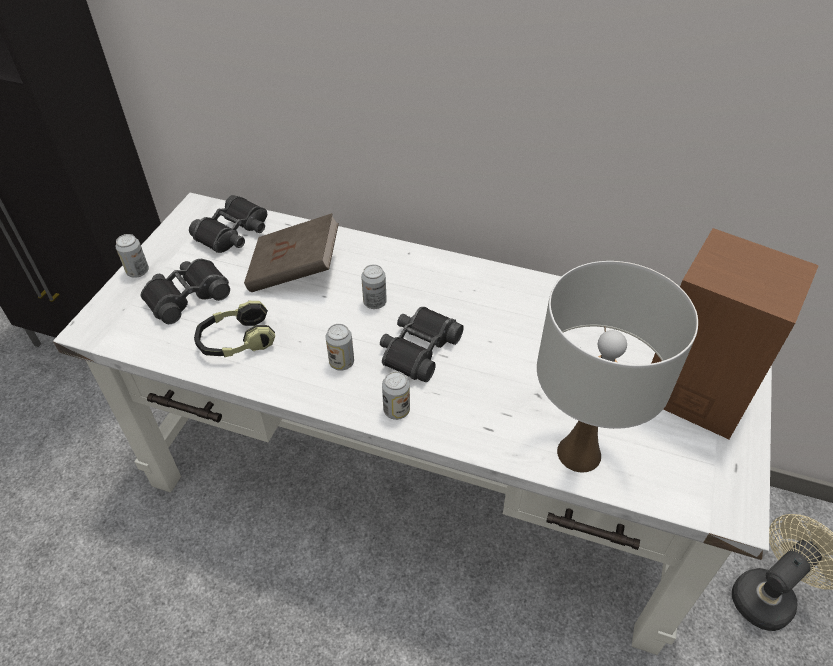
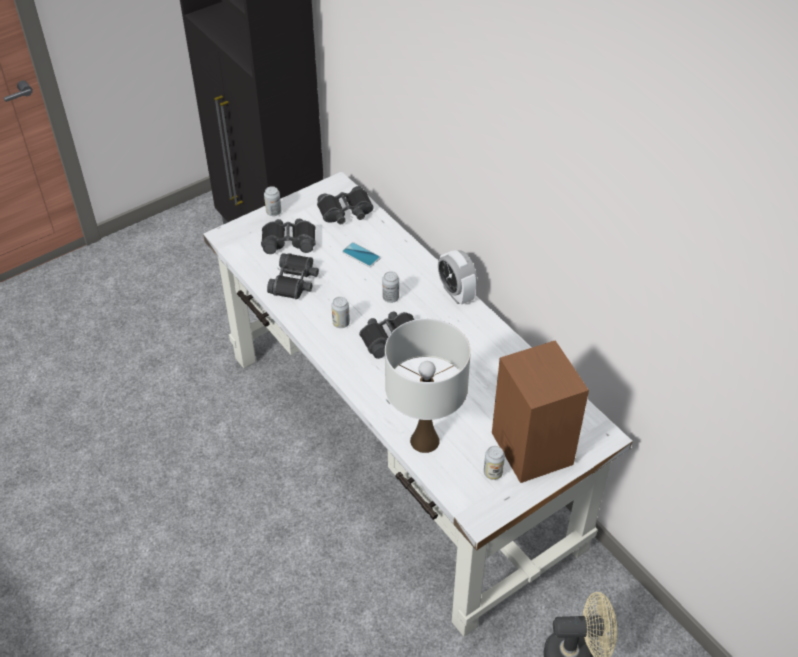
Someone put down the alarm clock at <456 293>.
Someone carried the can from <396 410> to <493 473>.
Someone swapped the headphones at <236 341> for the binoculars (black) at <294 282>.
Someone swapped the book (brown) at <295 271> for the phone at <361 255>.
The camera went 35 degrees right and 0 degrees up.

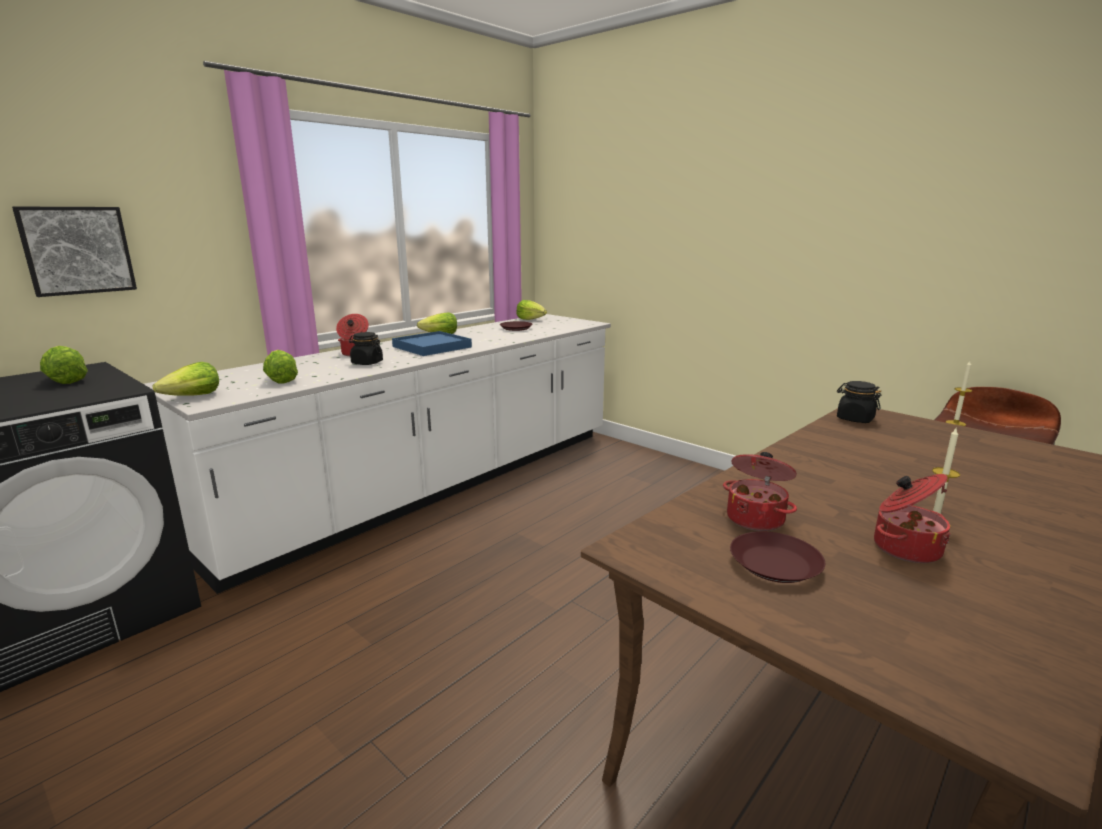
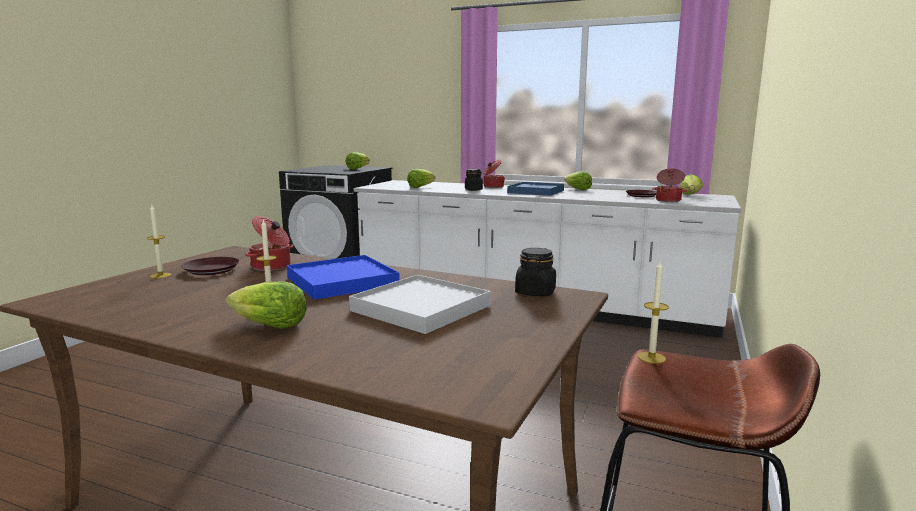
Someone took away the picture at <77 250>.
Someone put down the candle at <160 275>.
Someone put down the tray (blue) at <342 281>.
Someone put down the tray (white) at <421 308>.
Someone carried the lettuce from <193 397> to <268 326>.
Someone carried the cooking pot from <904 547> to <668 200>.
The camera went 70 degrees right and 5 degrees down.

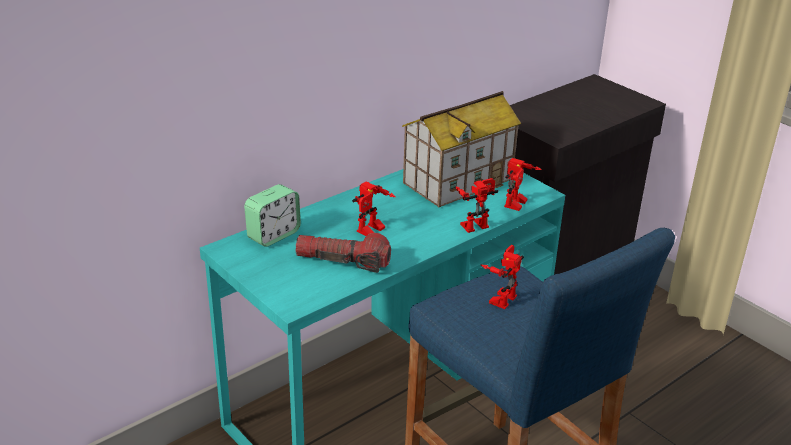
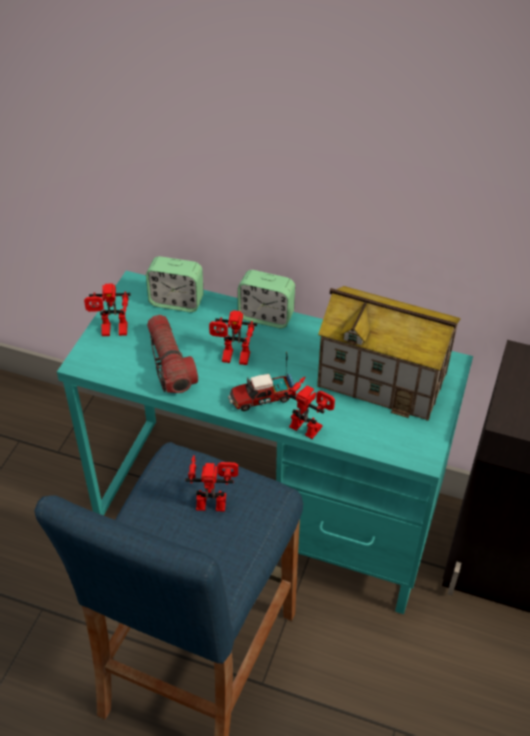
Someone put down the toy truck at <261 398>.
Someone put down the alarm clock at <266 316>.
Someone carried the toy robot from <518 205> to <112 332>.
The camera went 60 degrees right and 15 degrees up.

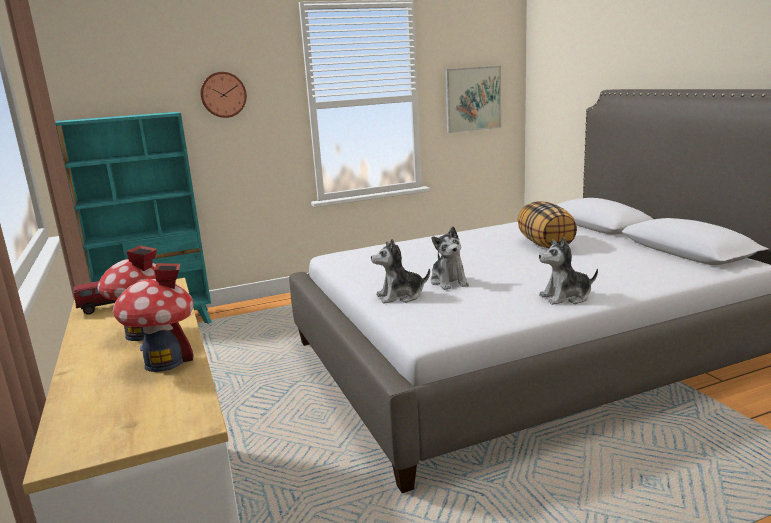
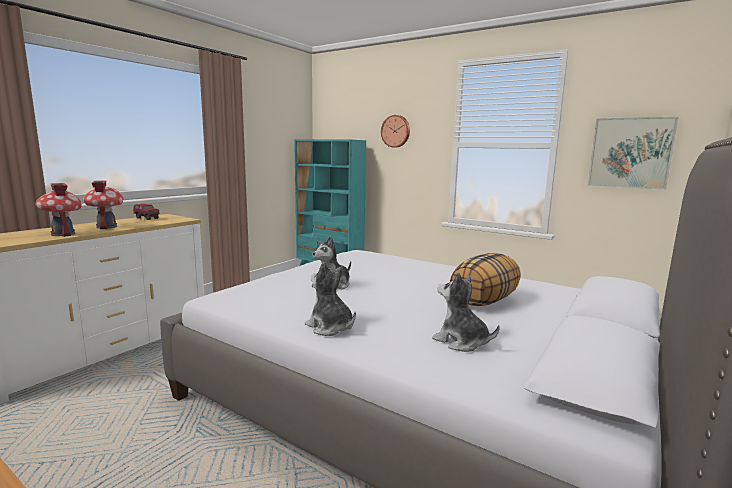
Someone carried the plush toy from <400 296> to <461 342>.
The camera went 55 degrees right and 5 degrees down.

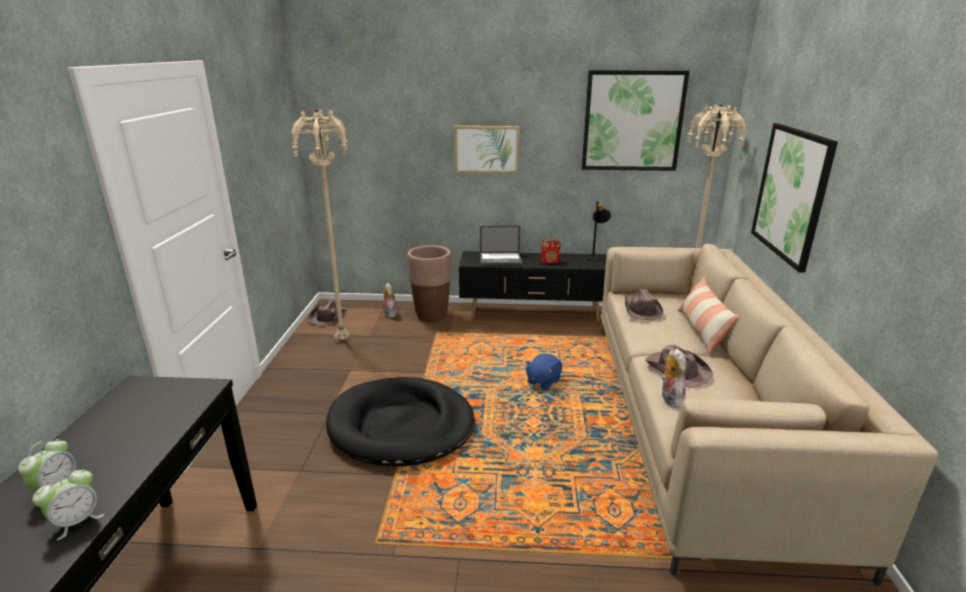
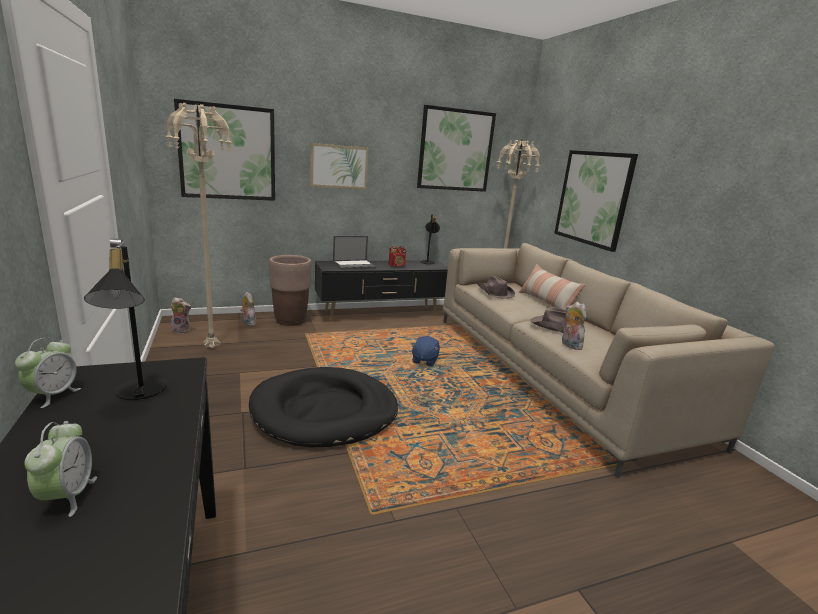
Someone put down the table lamp (black) at <136 393>.
Someone put up the picture at <227 152>.
Someone carried the alarm clock from <77 522> to <53 395>.
Someone swapped the hat (brown) at <327 317> for the plush toy at <182 330>.
The camera went 25 degrees left and 5 degrees down.

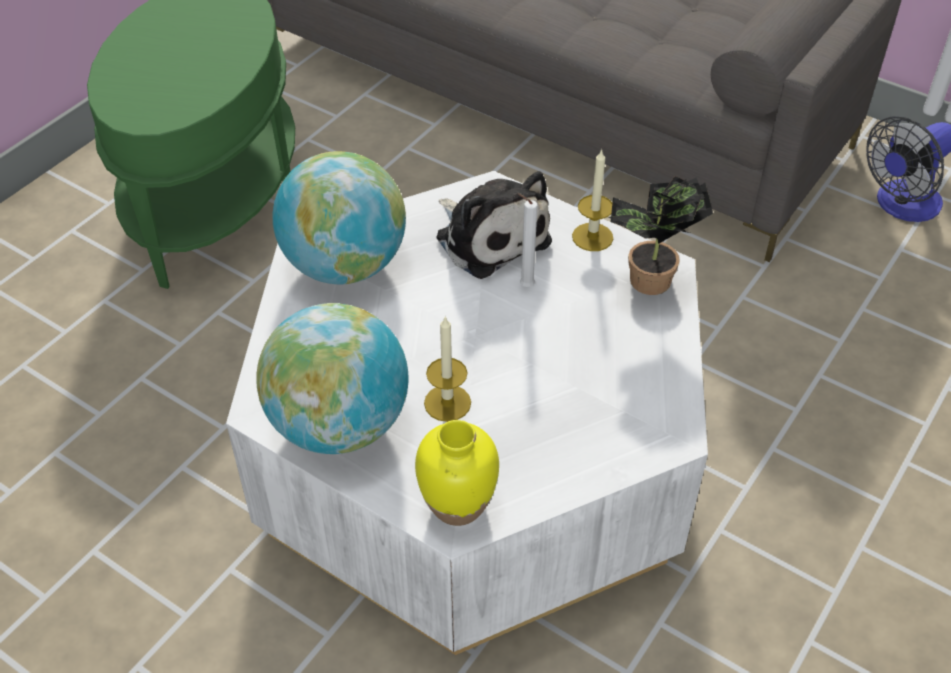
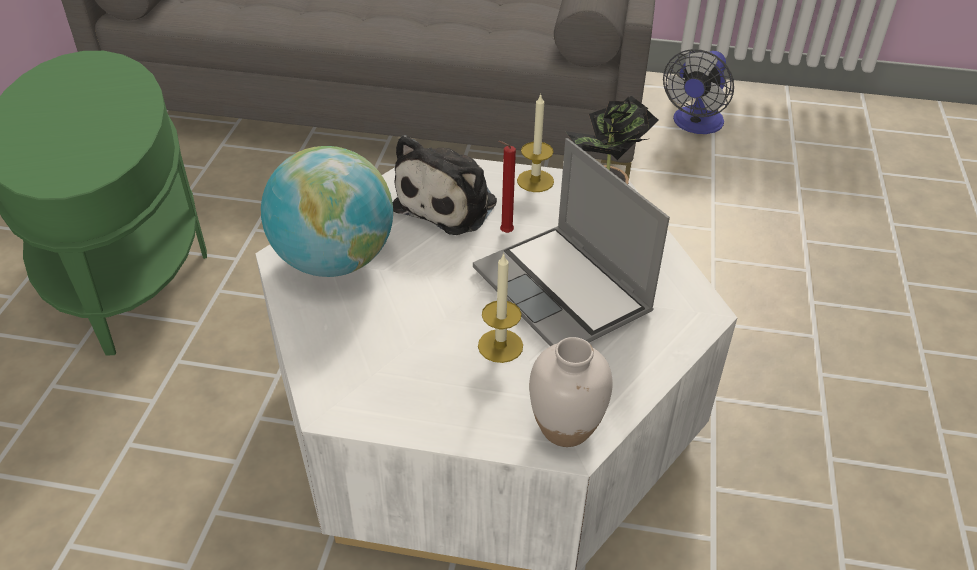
Someone took away the globe at <339 424>.
Someone put down the laptop at <564 292>.
Someone repainted the vase (yellow) at <457 505>, which became the vase (white) at <565 428>.
Someone repainted the candle (white) at <524 286>, which became the candle (red) at <504 233>.
Someone rotated the plush toy at <490 237> by 90 degrees clockwise.
The camera went 25 degrees left and 5 degrees down.

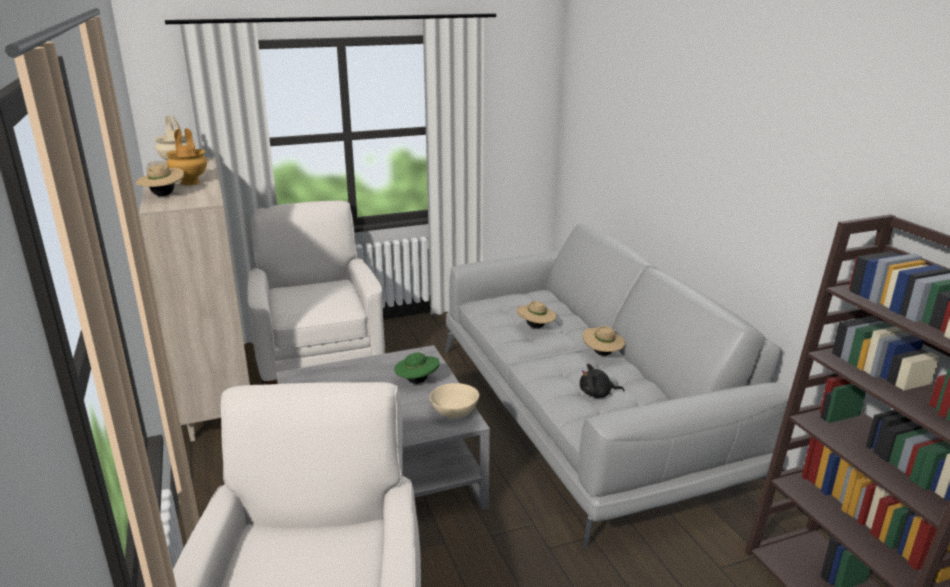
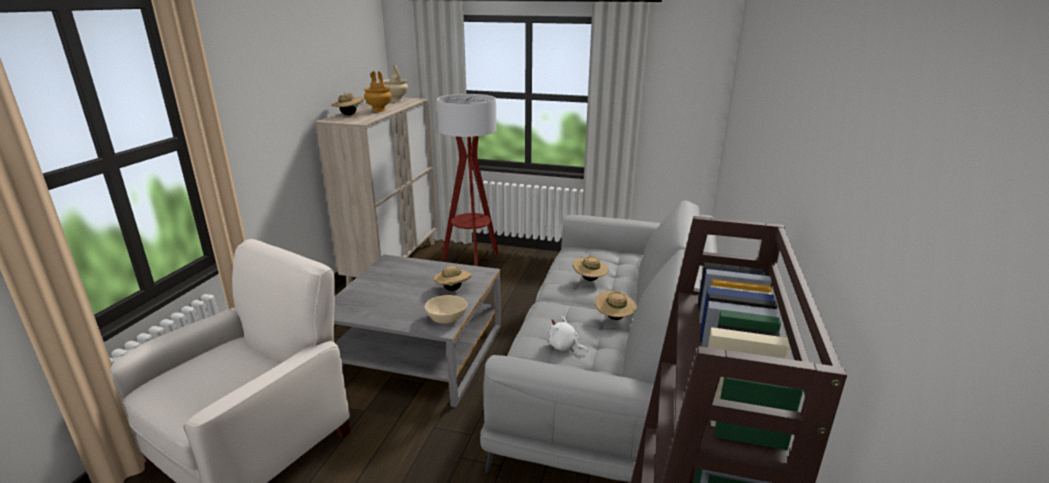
Someone swapped the armchair (white) at <319 359> for the floor lamp at <472 263>.
Someone repainted the hat (green) at <417 381>, which became the hat (beige) at <453 289>.
Someone repainted the plush toy (black) at <597 394>, which became the plush toy (white) at <564 346>.
The camera went 35 degrees right and 0 degrees up.

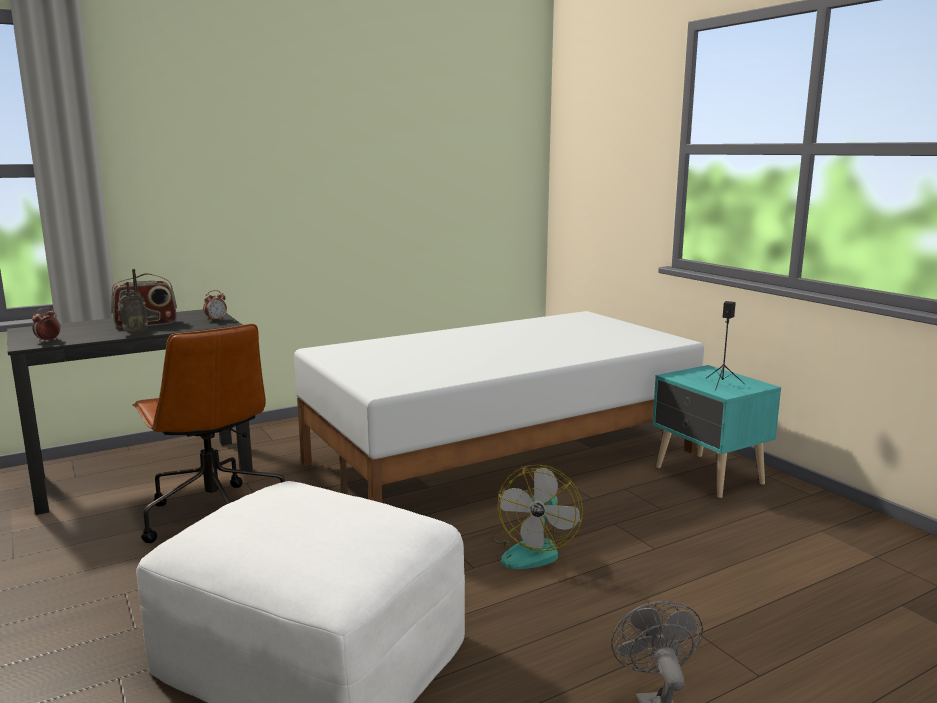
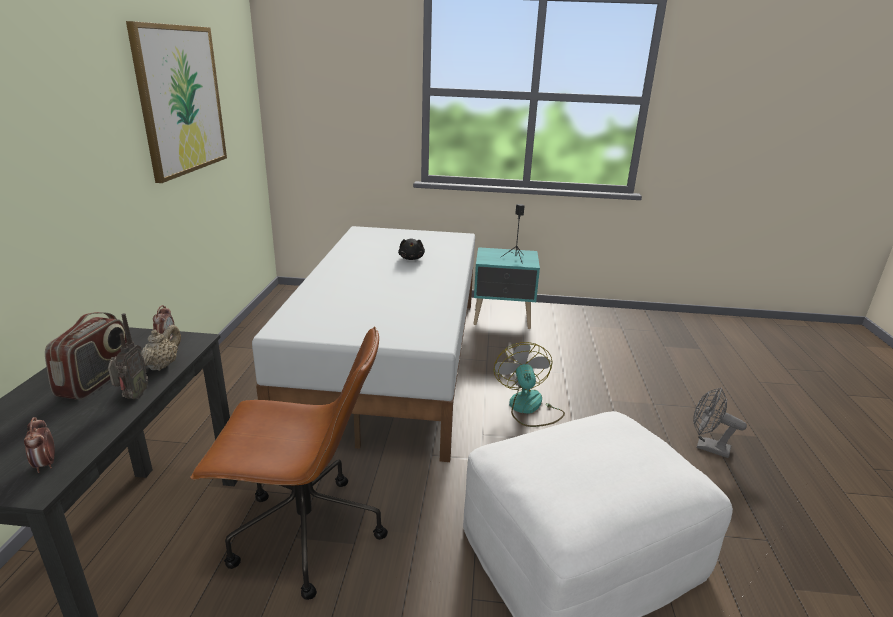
Someone put up the picture at <181 100>.
Someone put down the teapot (beige) at <162 365>.
Someone put down the plush toy (black) at <411 258>.
Someone rotated the fan at <533 550> by 150 degrees counterclockwise.
The camera went 55 degrees left and 10 degrees up.

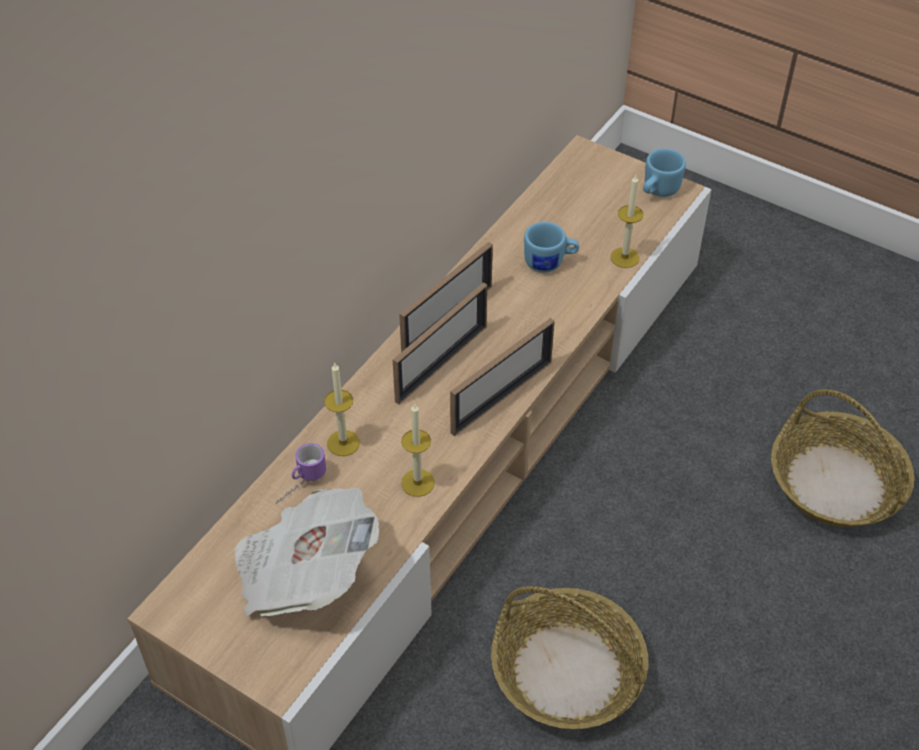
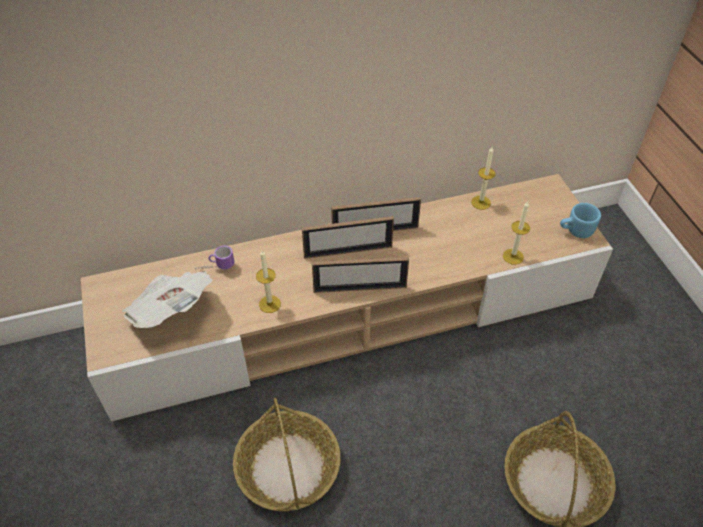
Someone took away the mug (blue) at <550 263>.
Someone carried the candle from <343 443> to <481 202>.
The camera went 40 degrees right and 0 degrees up.

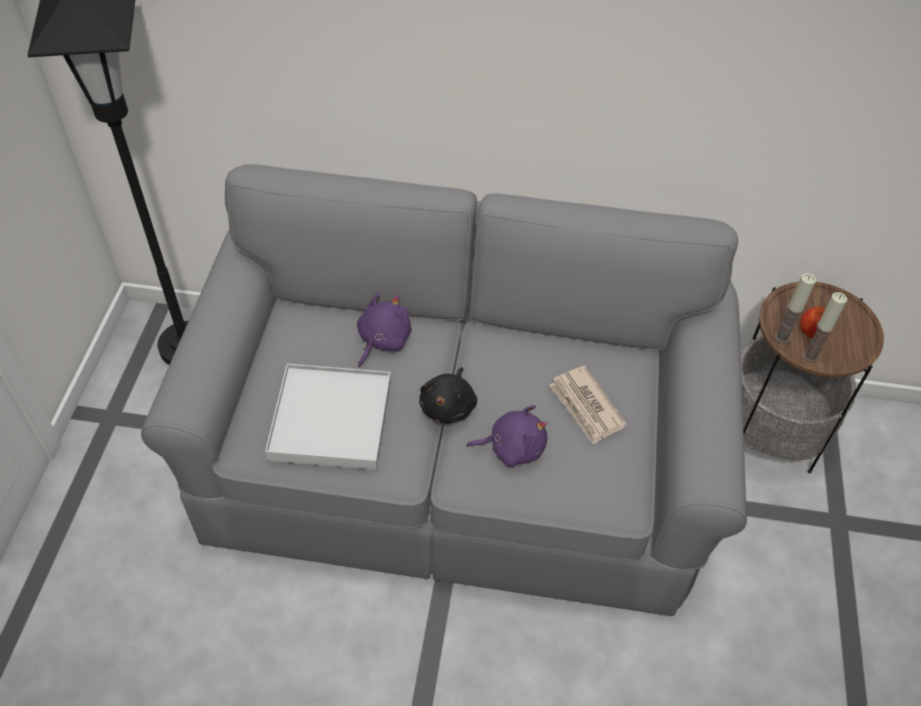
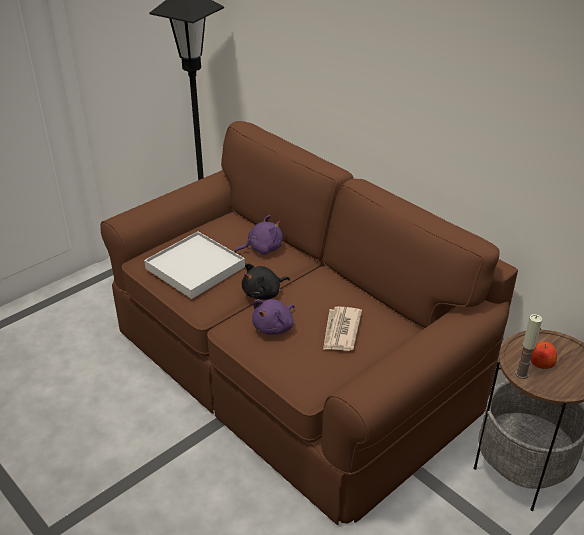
Someone took away the candle at <782 337>.
Someone repainted the sofa (grey) at <458 458>, which became the sofa (brown) at <293 368>.
Someone rotated the plush toy (purple) at <512 447> by 90 degrees clockwise.
The camera went 40 degrees right and 15 degrees down.

